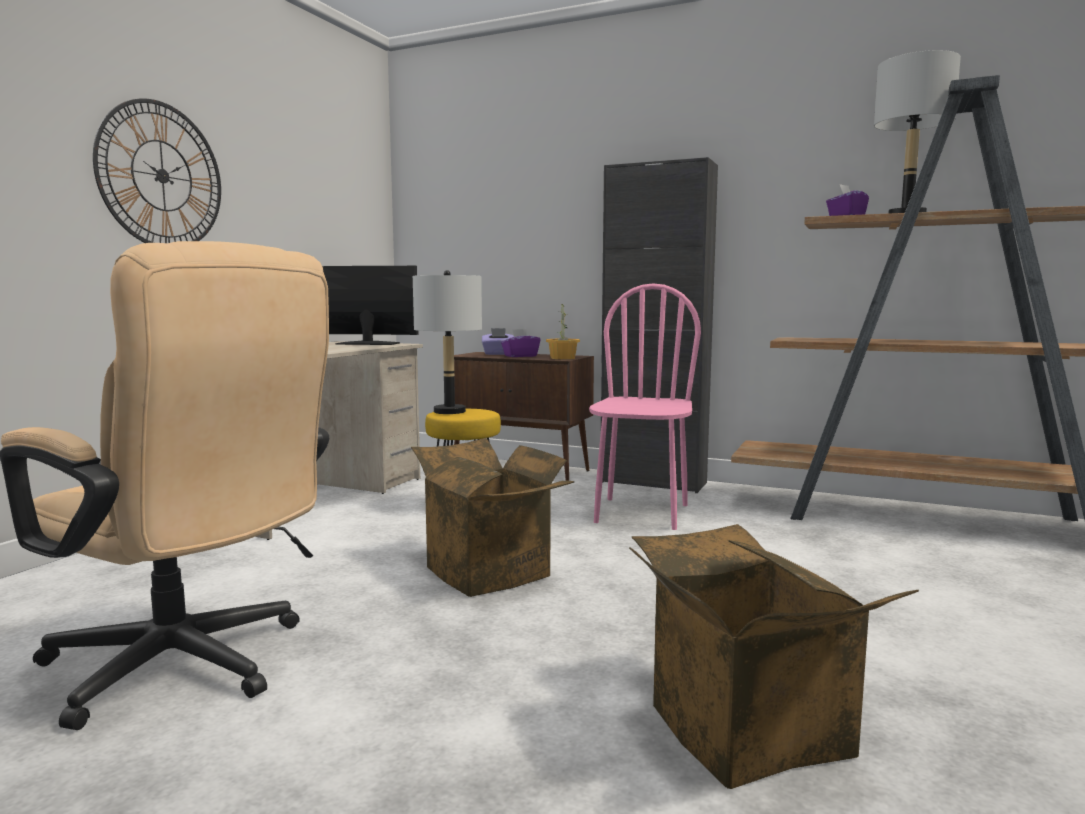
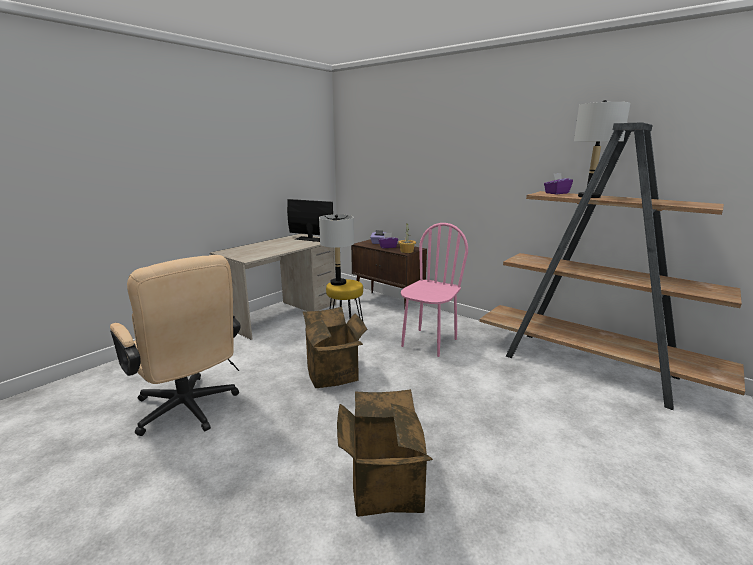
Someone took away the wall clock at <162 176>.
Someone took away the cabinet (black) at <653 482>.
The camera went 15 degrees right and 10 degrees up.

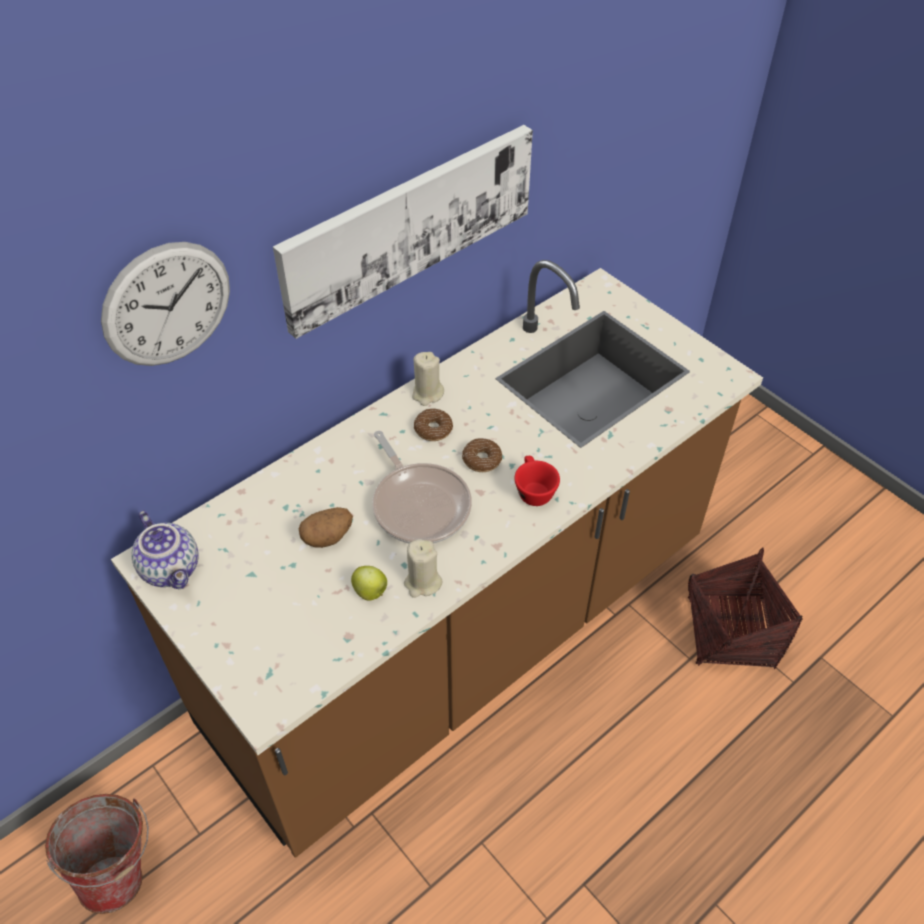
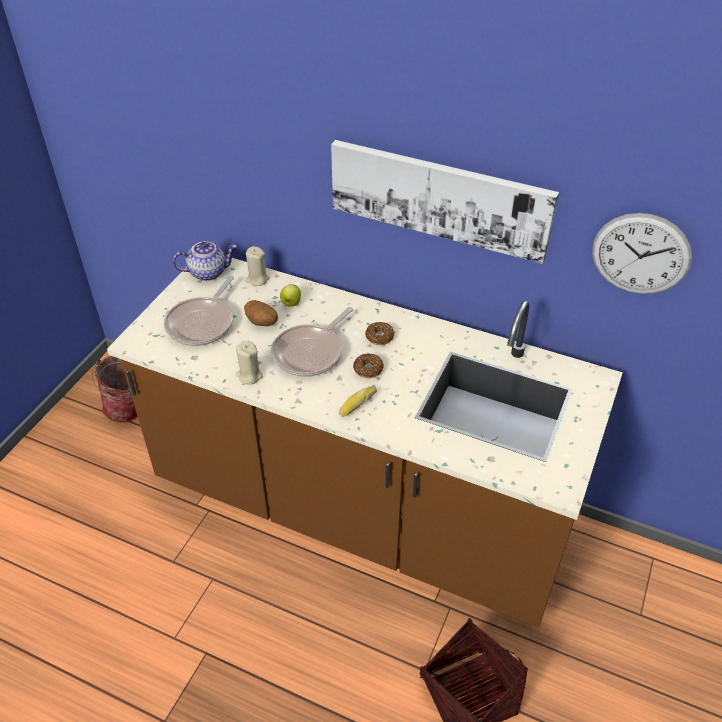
Someone put down the frying pan at <202 323>.
Someone carried the wall clock from <167 305> to <641 254>.
Someone carried the apple from <371 592> to <291 303>.
Someone carried the candle (beige) from <427 394> to <257 279>.
Someone swapped the cup (red) at <533 490> for the bread at <357 404>.
Someone rotated the teapot at <172 568> by 135 degrees counterclockwise.
The camera went 65 degrees right and 5 degrees down.

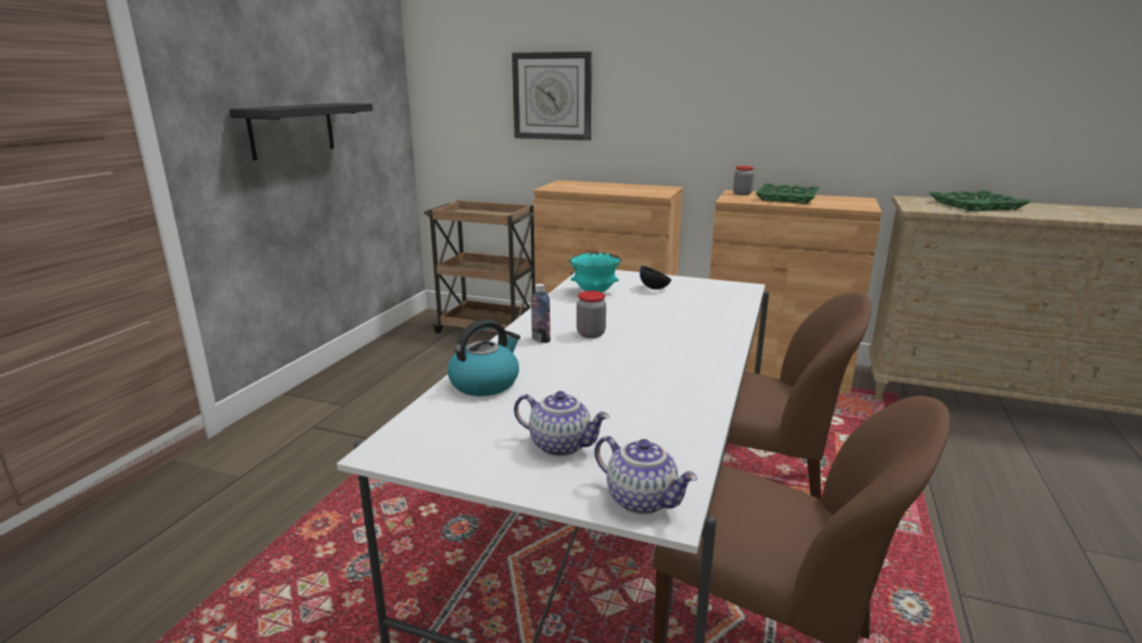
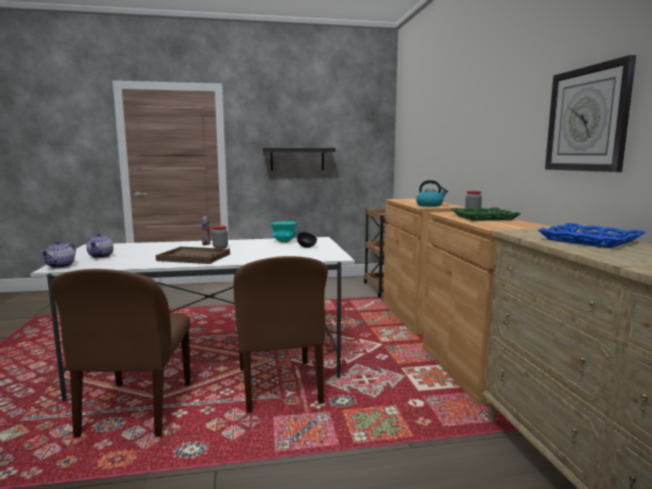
Someone put down the tray (brown) at <194 257>.
Someone carried the kettle from <485 383> to <430 205>.
Someone carried the wall clock from <552 96> to <587 119>.
Someone repainted the tray (green) at <976 206>, which became the tray (blue) at <588 240>.
The camera went 60 degrees right and 10 degrees down.

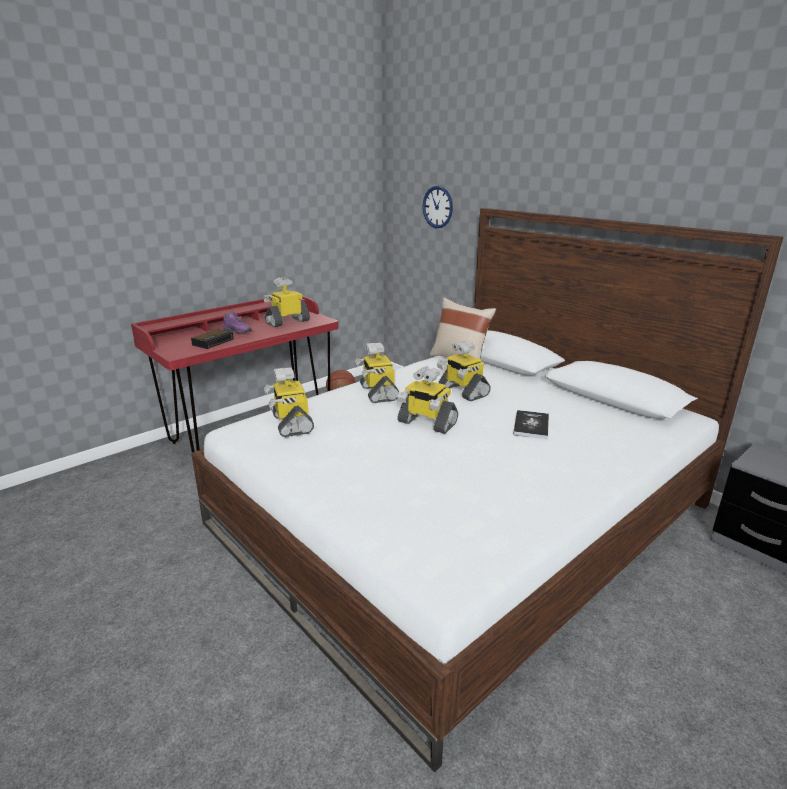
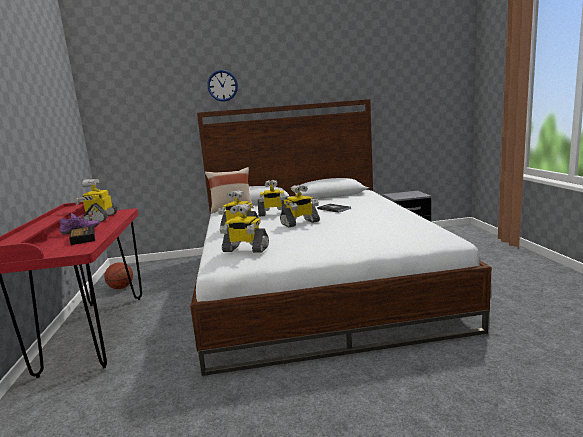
Someone carried the wall clock from <437 207> to <222 85>.
The camera went 55 degrees left and 10 degrees down.

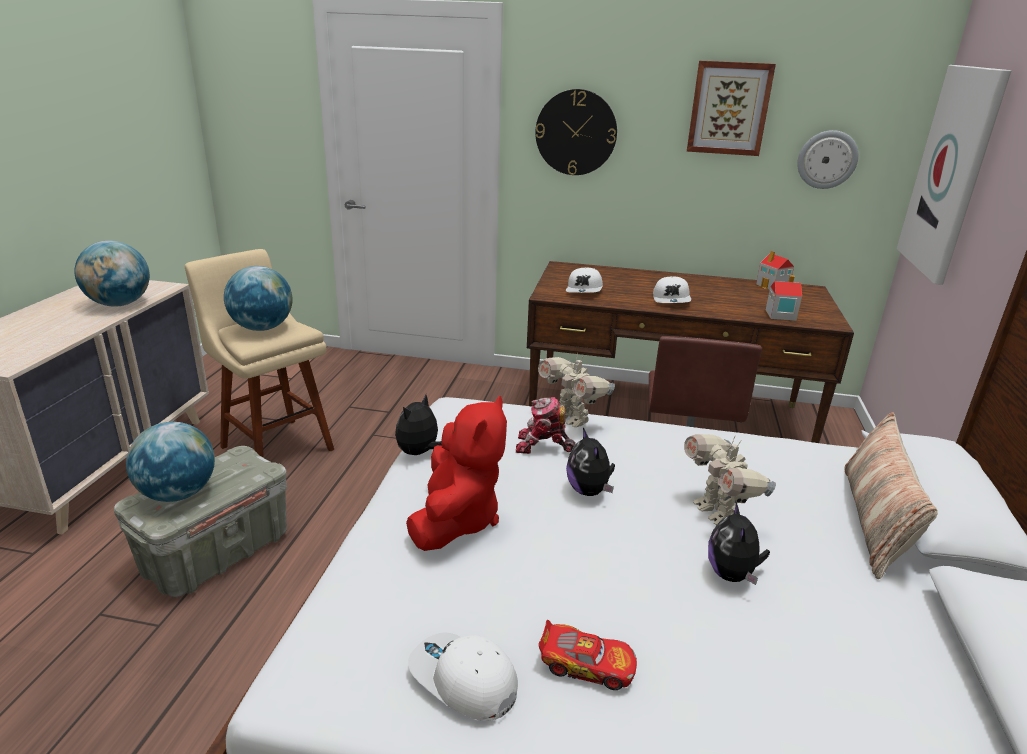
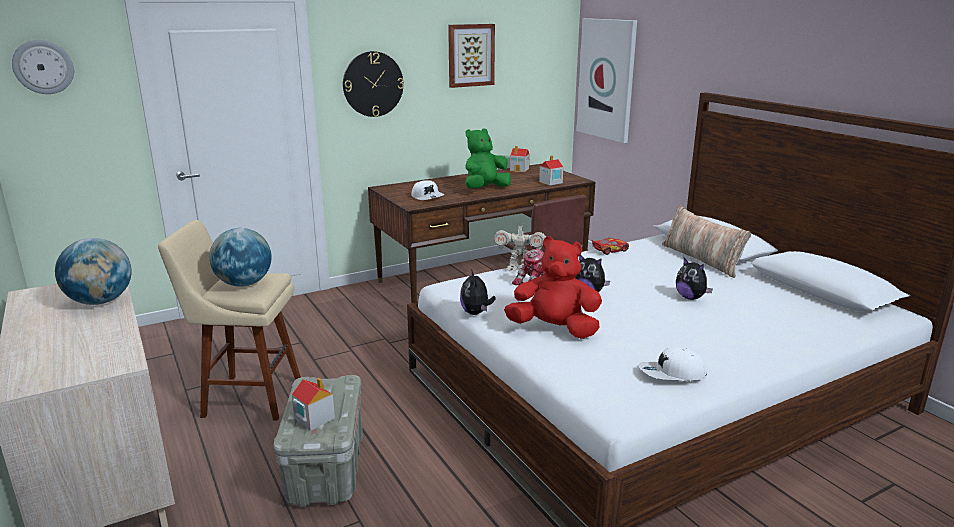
Someone took away the toy robot at <717 512>.
Someone carried the toy car from <587 665> to <610 250>.
Someone carried the wall clock from <827 159> to <43 67>.
Someone swapped the globe at <178 494> for the toy house at <314 418>.
Someone swapped the cap (white) at <671 299> for the plush toy (green) at <485 189>.
Someone rotated the plush toy (red) at <456 520> by 45 degrees counterclockwise.
The camera went 40 degrees left and 5 degrees down.

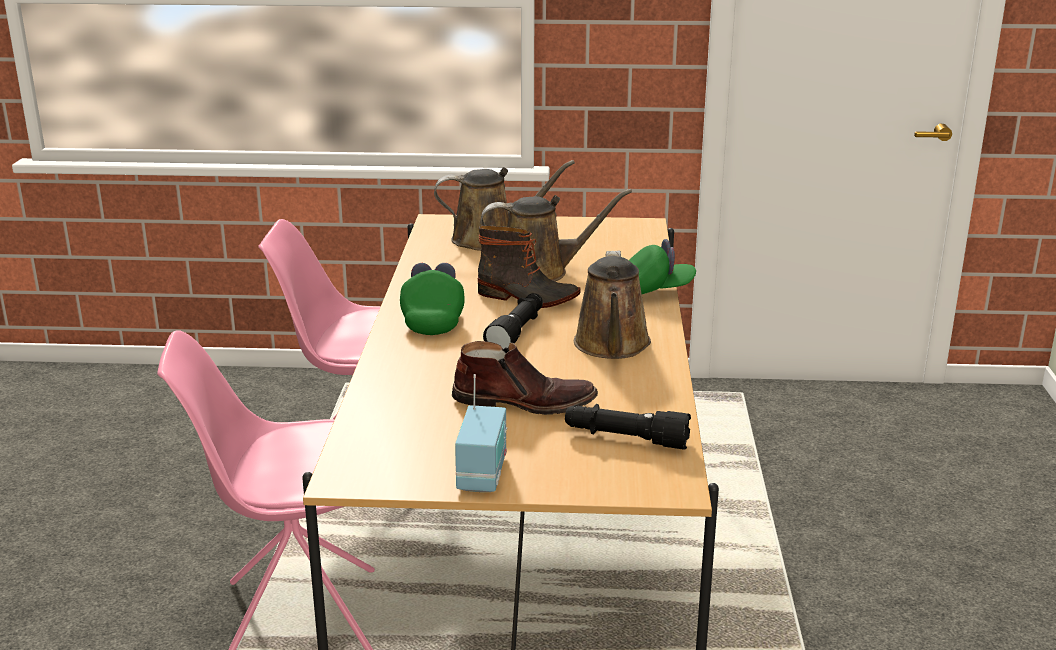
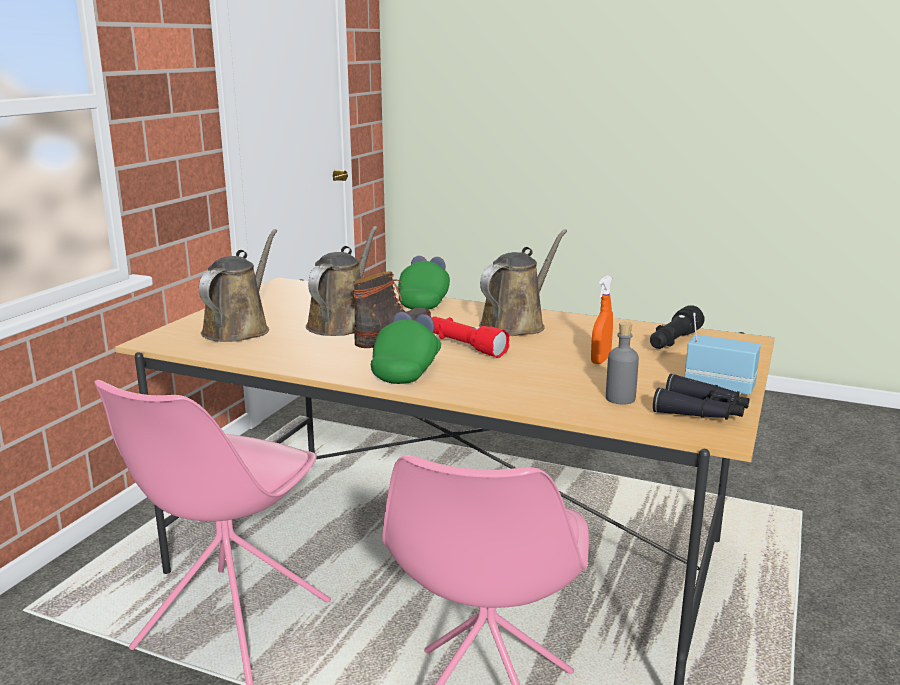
Someone put down the bottle (grey) at <620 398>.
Someone put down the binoculars (black) at <701 412>.
Someone swapped the boot (brown) at <524 402> for the spray bottle (orange) at <600 360>.
Someone repainted the flashlight (black) at <517 332>, which became the flashlight (red) at <464 346>.
Someone rotated the cap (green) at <433 319> by 90 degrees clockwise.
Someone rotated the watering can (brown) at <612 346> by 75 degrees counterclockwise.
The camera went 70 degrees left and 5 degrees down.

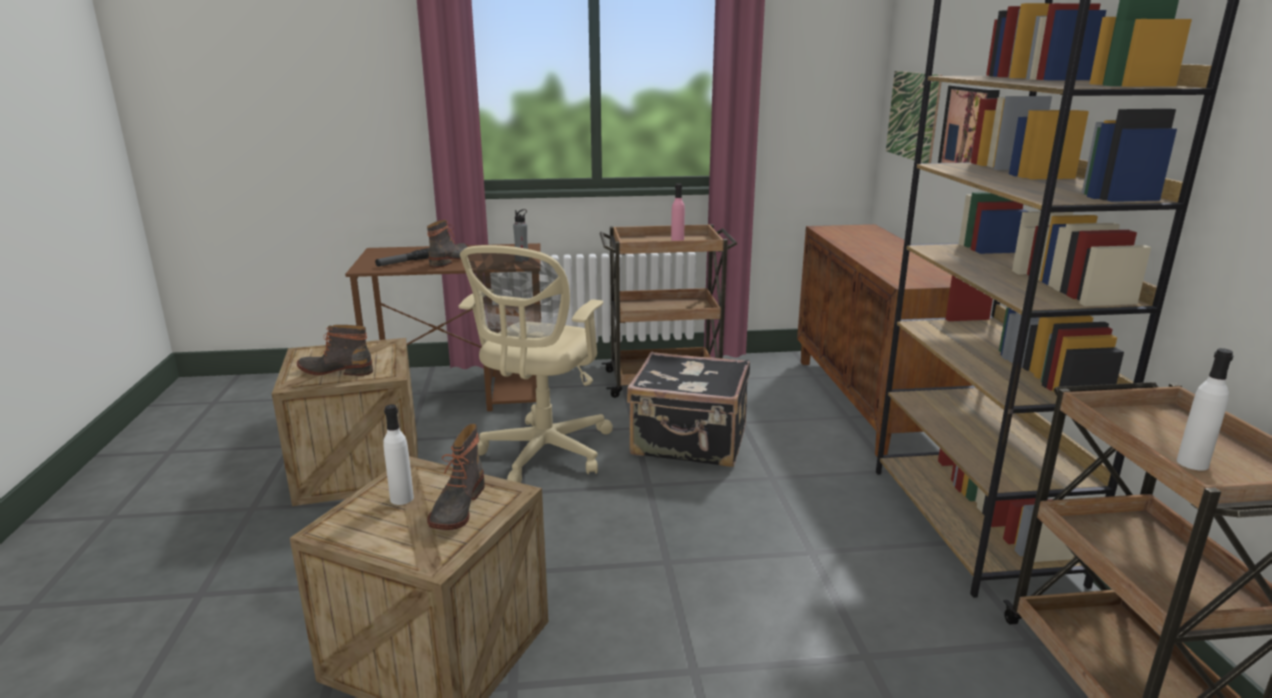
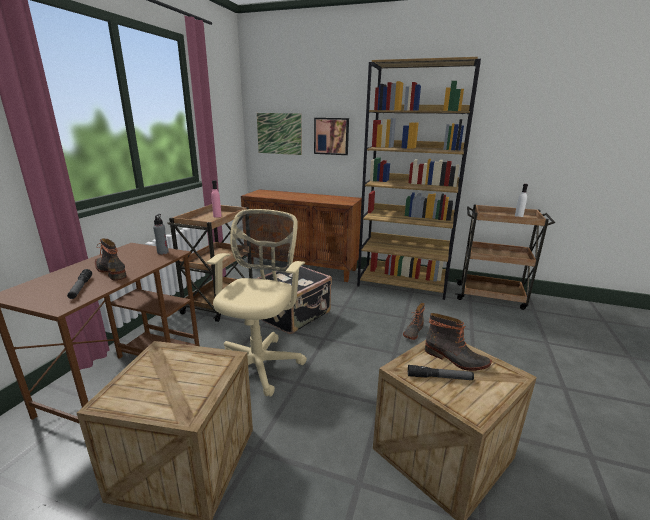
Someone carried the boot from <336 370> to <413 332>.
Someone swapped the bottle (white) at <402 498> for the flashlight at <439 377>.
Someone rotated the office chair (beige) at <542 454> by 120 degrees counterclockwise.
The camera went 65 degrees left and 0 degrees up.

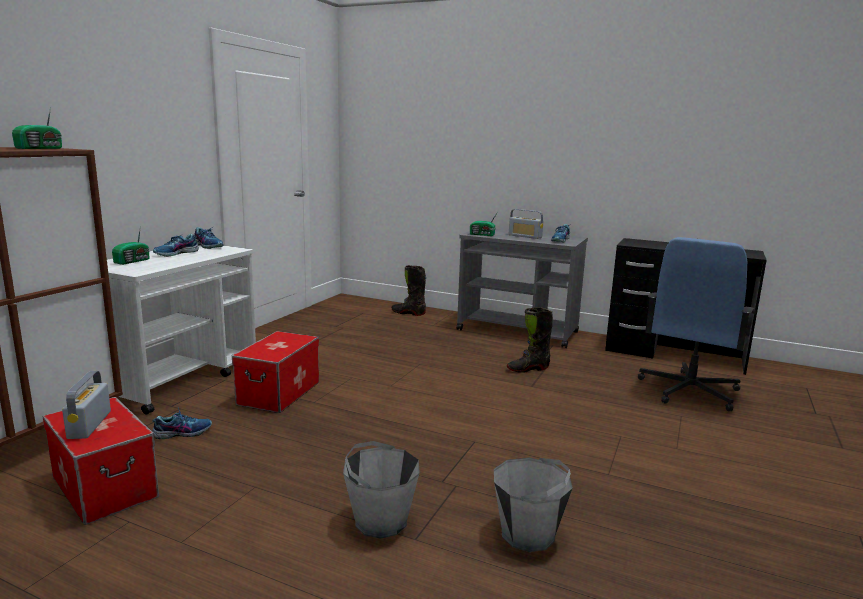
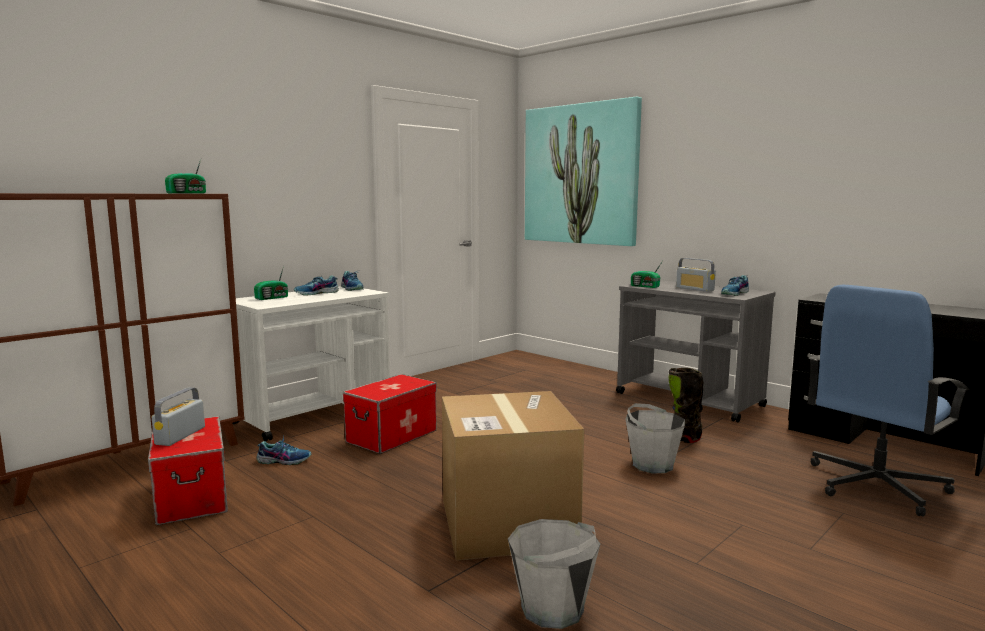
Someone took away the boot (black) at <408 313>.
Someone put down the cardboard box at <507 523>.
Someone put up the picture at <581 174>.
Someone carried the bucket (grey) from <380 521> to <652 465>.
The camera went 20 degrees right and 5 degrees down.

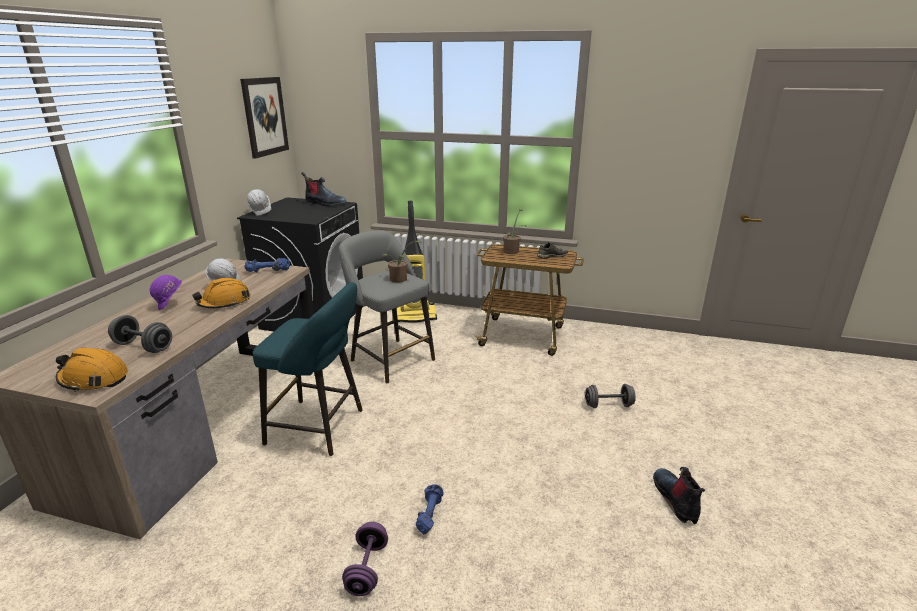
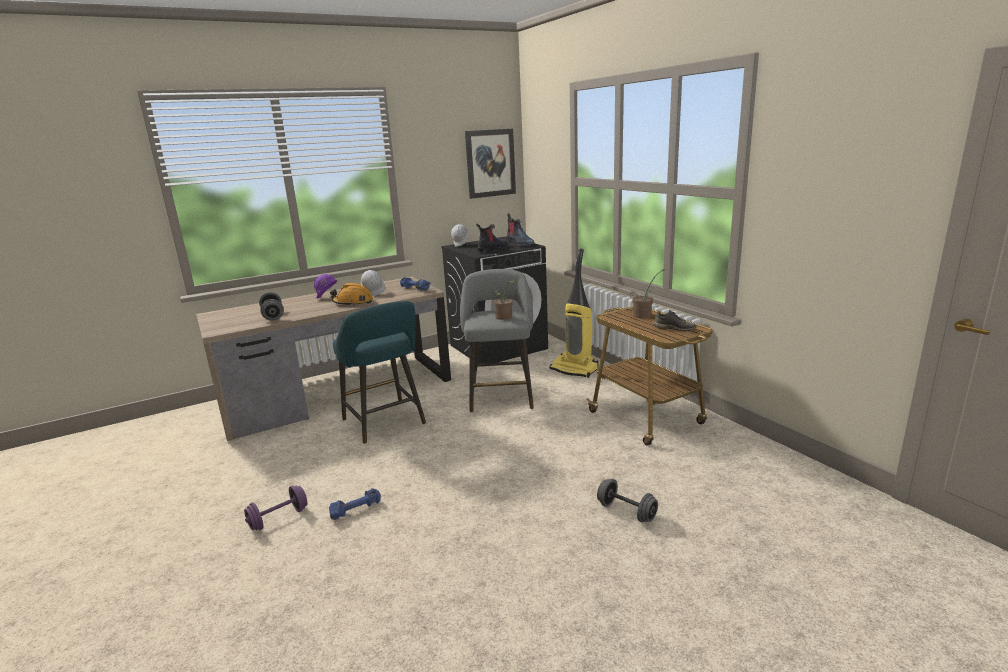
Someone took away the hard hat (orange) at <94 379>.
Someone carried the boot from <676 500> to <493 249>.
The camera went 45 degrees right and 5 degrees down.

